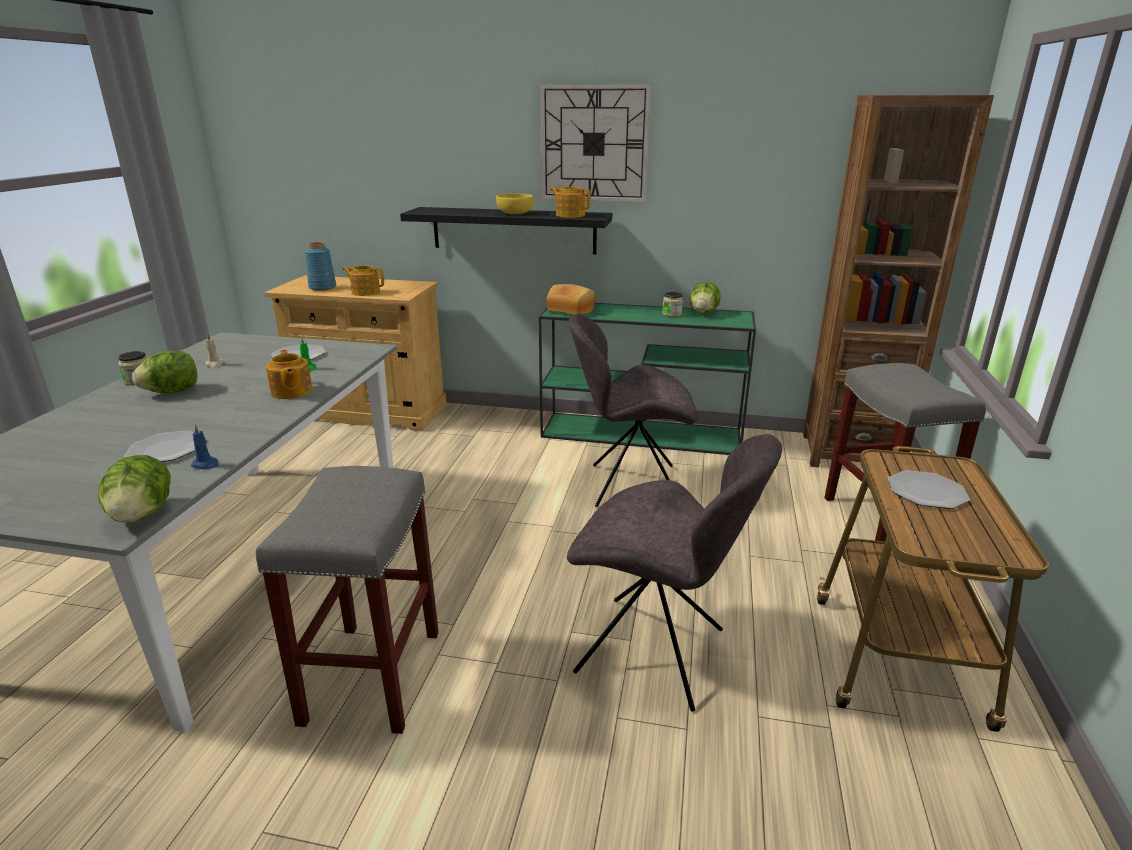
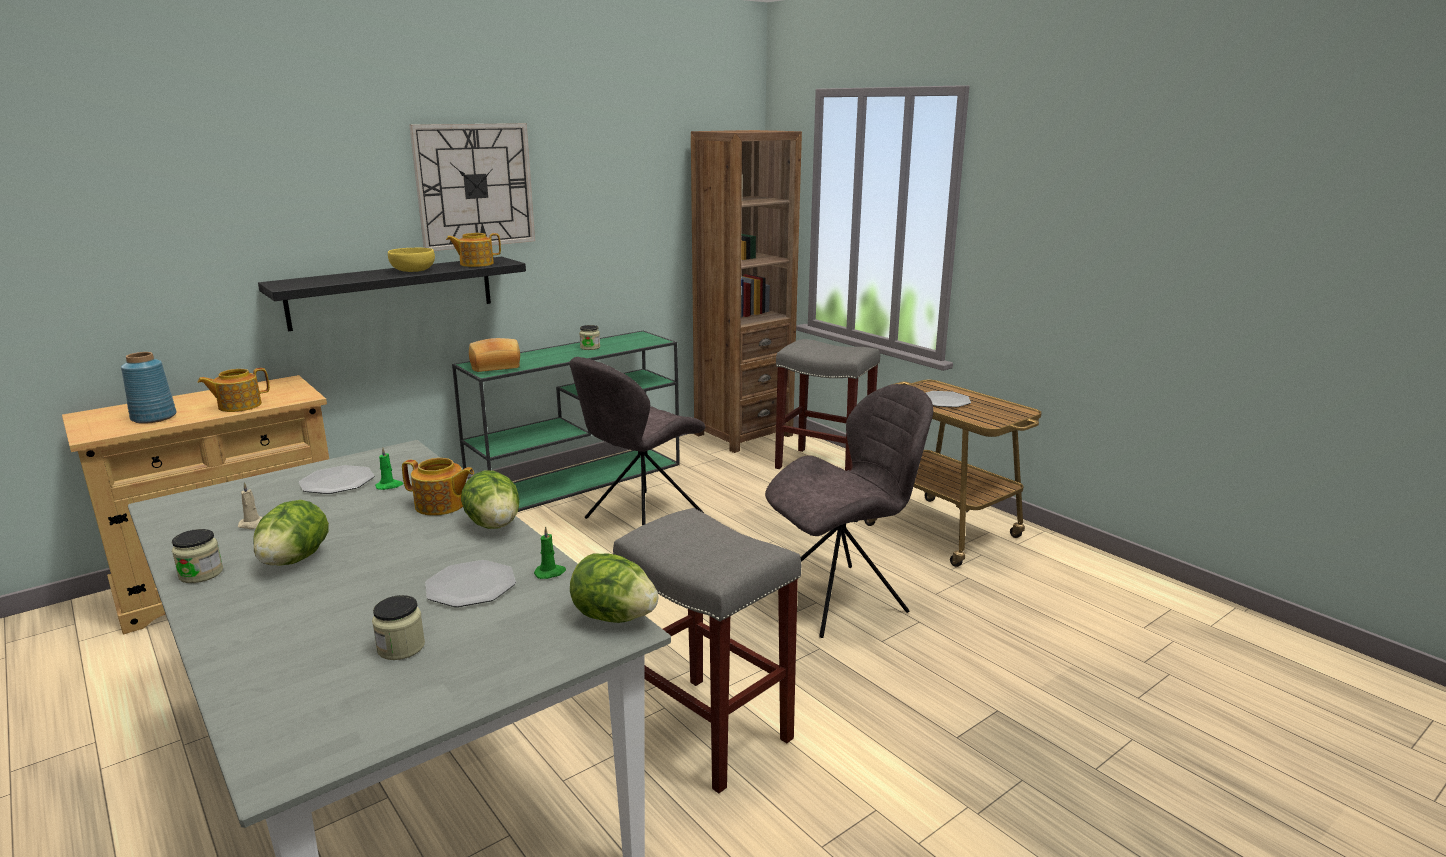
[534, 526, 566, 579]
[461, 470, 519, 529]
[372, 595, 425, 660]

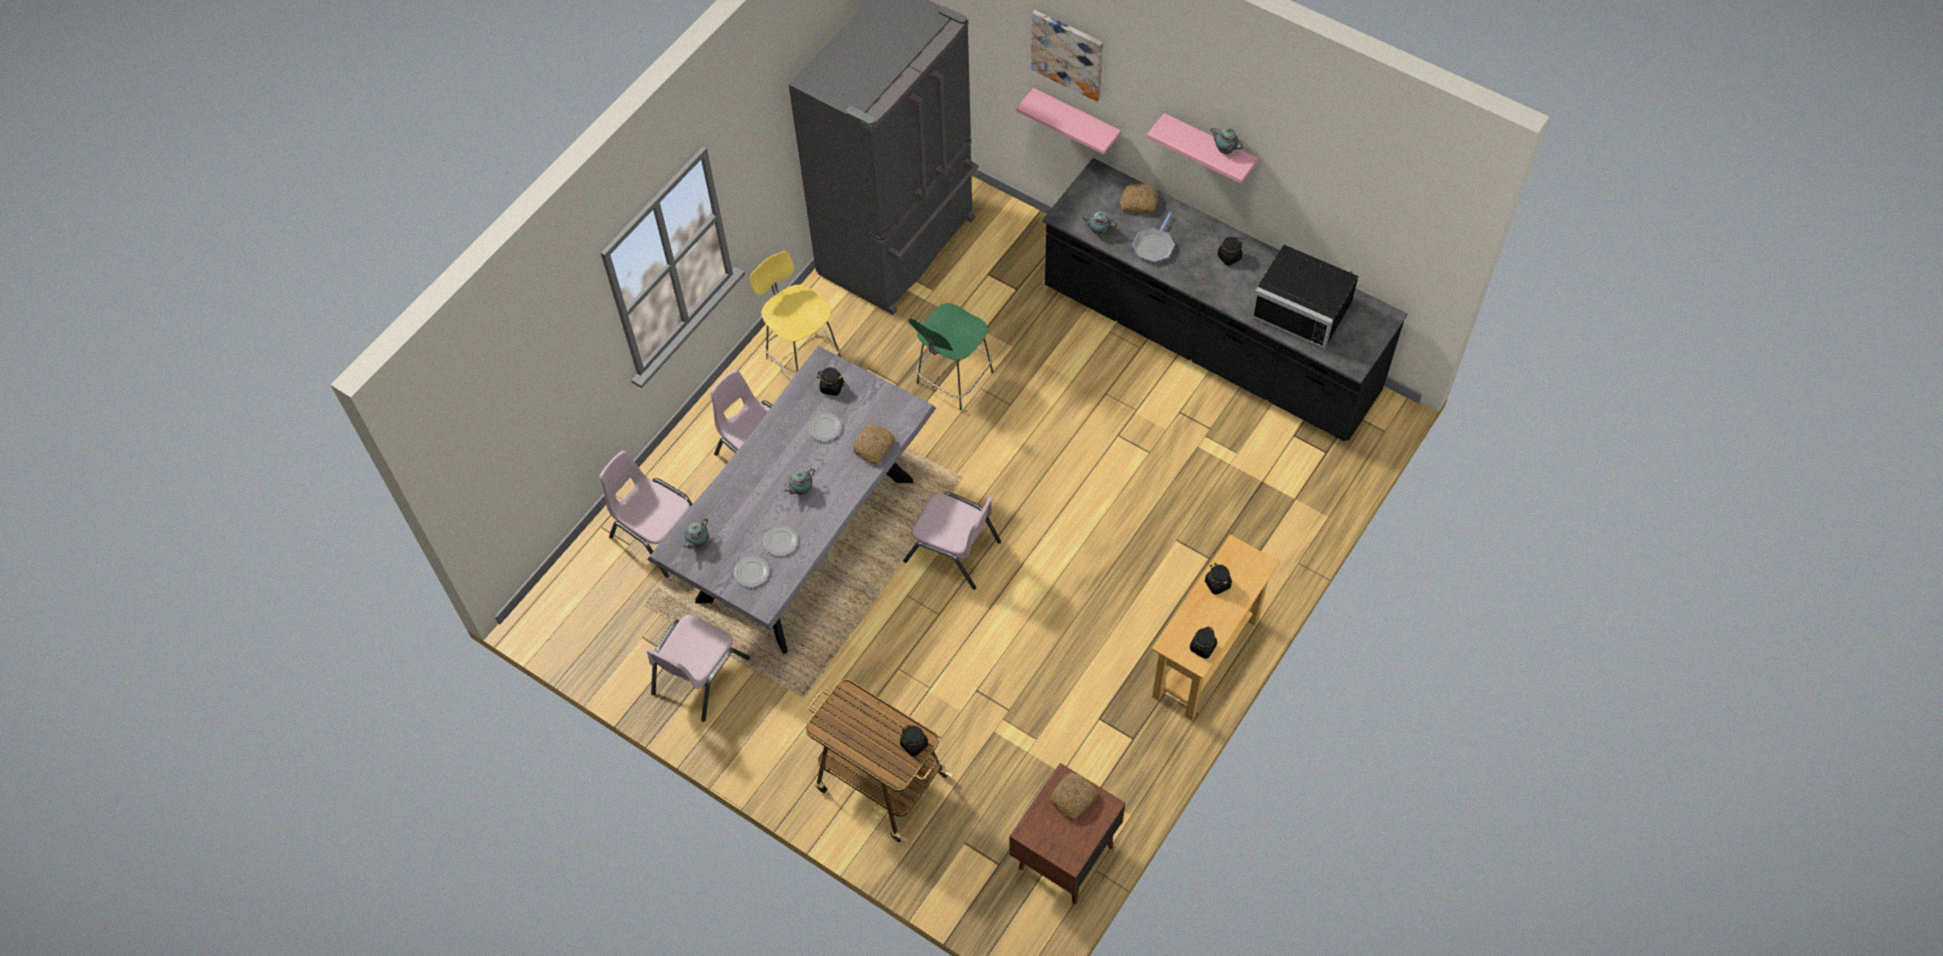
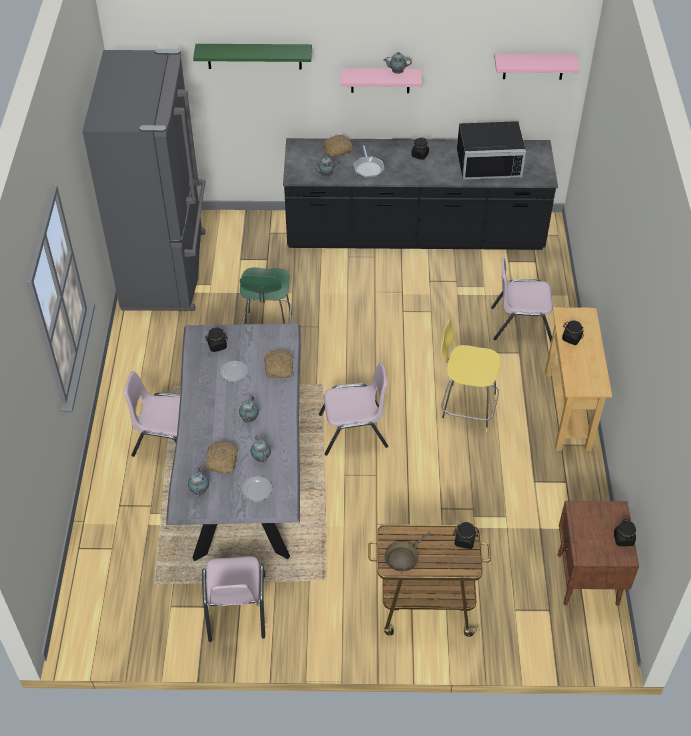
[491, 257, 553, 342]
[441, 319, 500, 432]
[251, 436, 271, 462]
[494, 54, 579, 80]
[193, 44, 312, 70]
[206, 442, 238, 474]
[614, 519, 636, 546]
[384, 532, 431, 571]

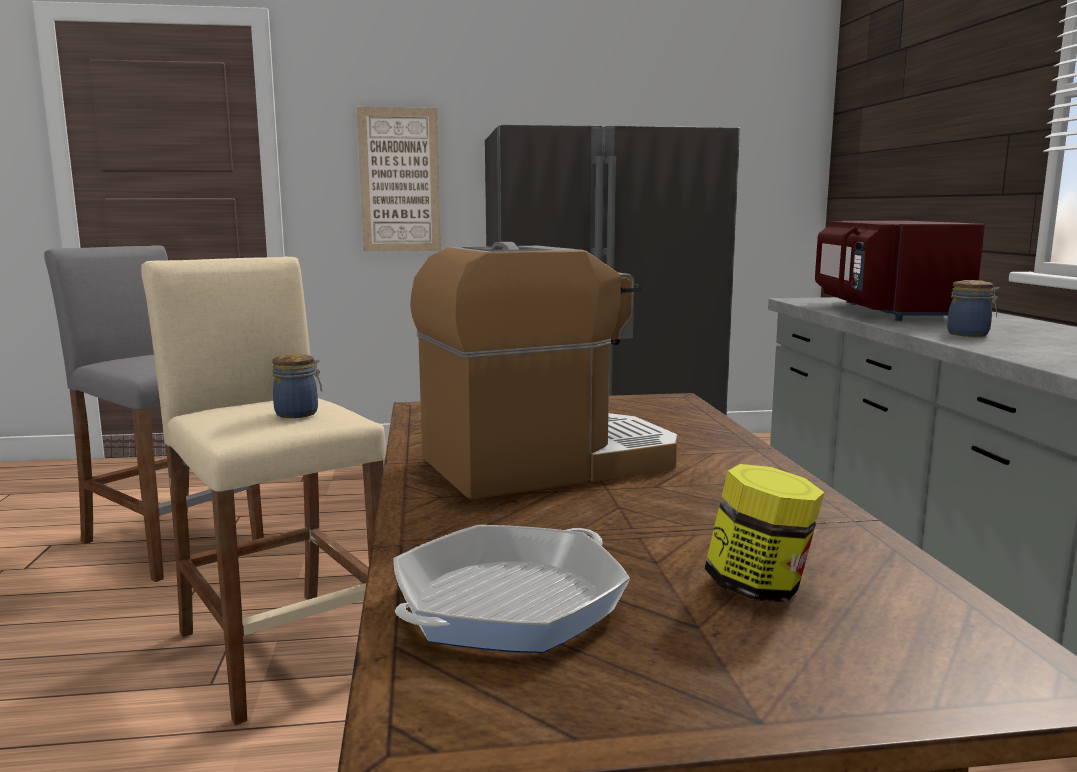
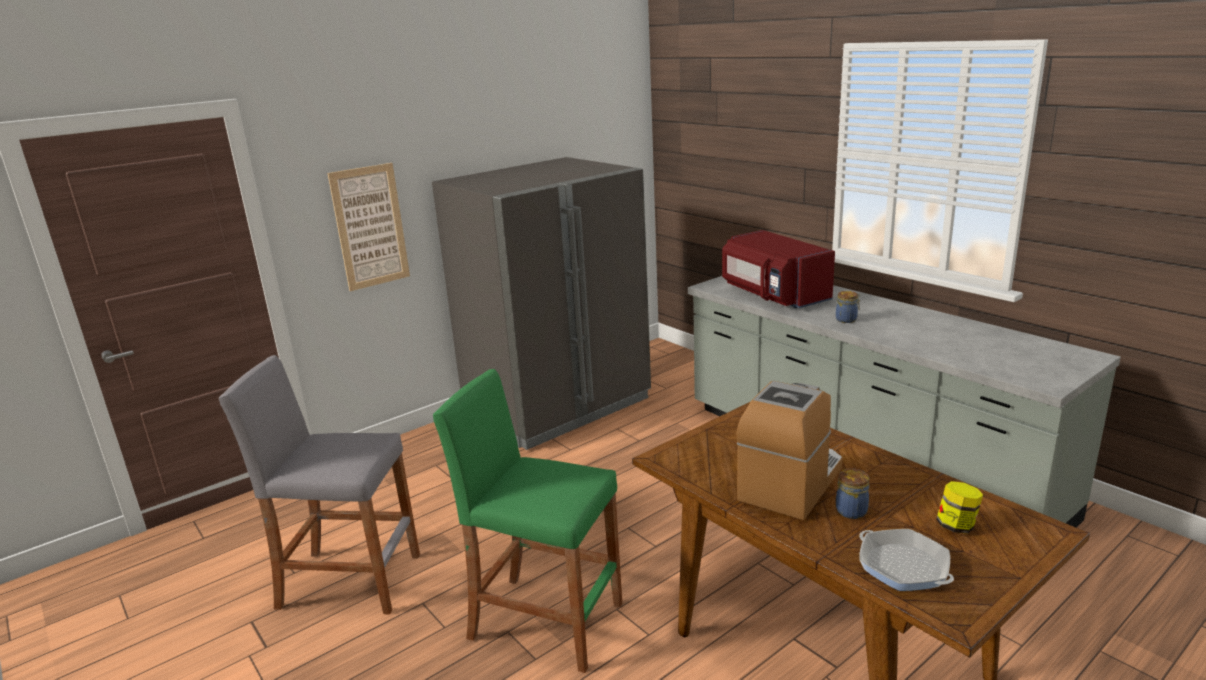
[433, 369, 622, 673]
[836, 468, 869, 519]
[859, 529, 954, 591]

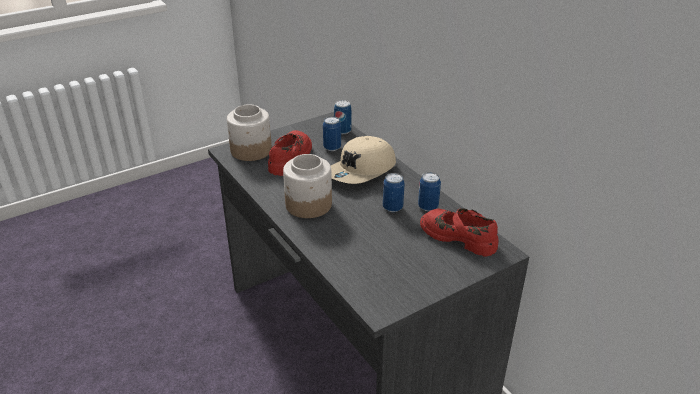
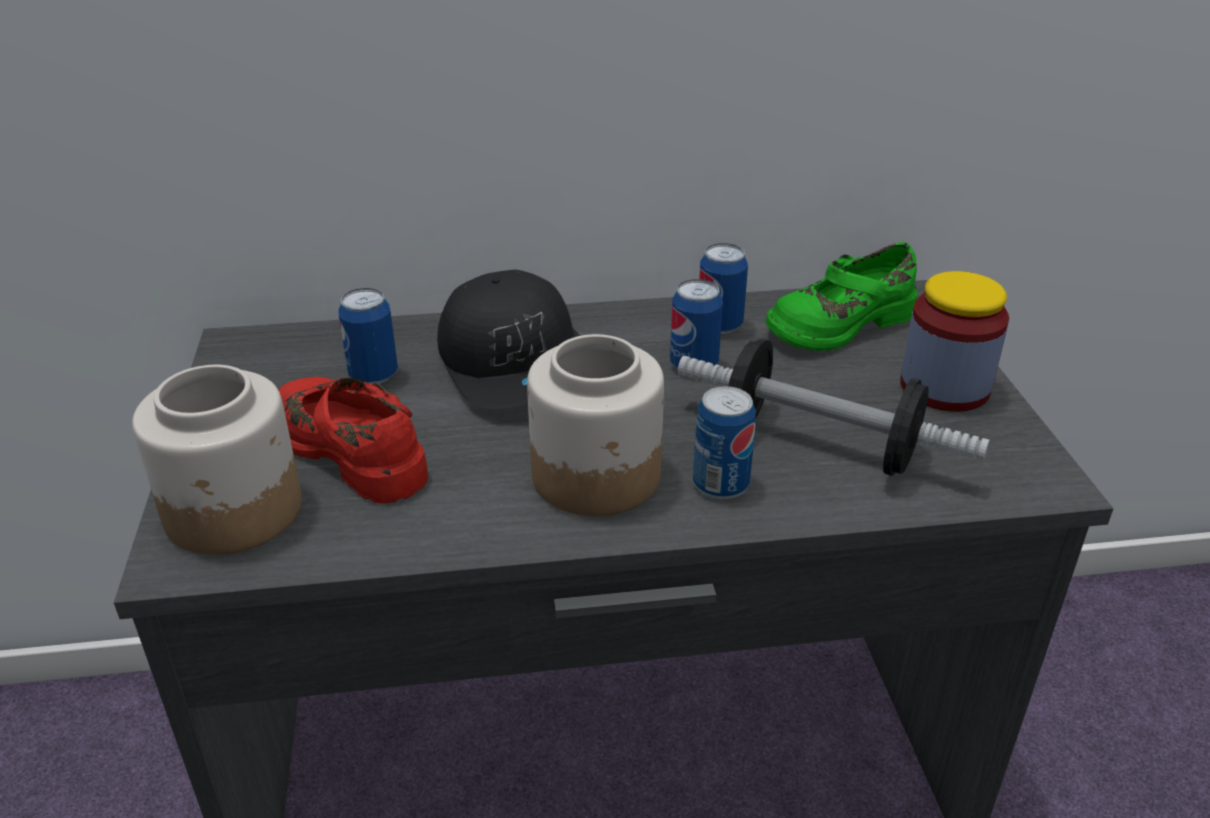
[437, 270, 580, 409]
[693, 386, 756, 499]
[765, 242, 918, 351]
[678, 339, 990, 476]
[900, 271, 1009, 412]

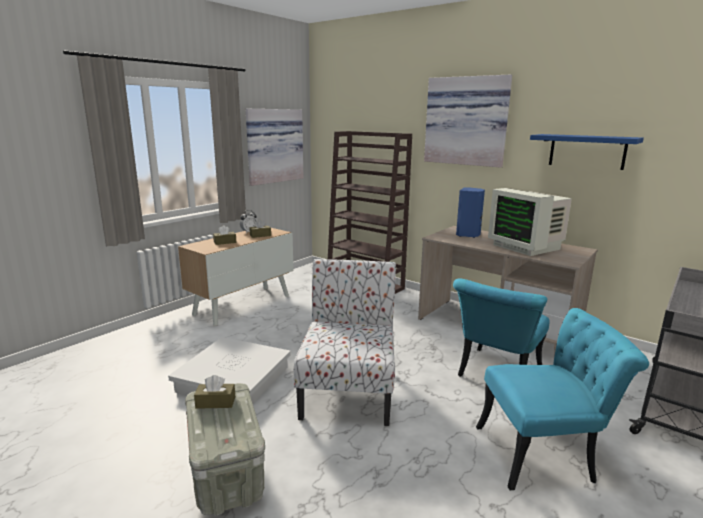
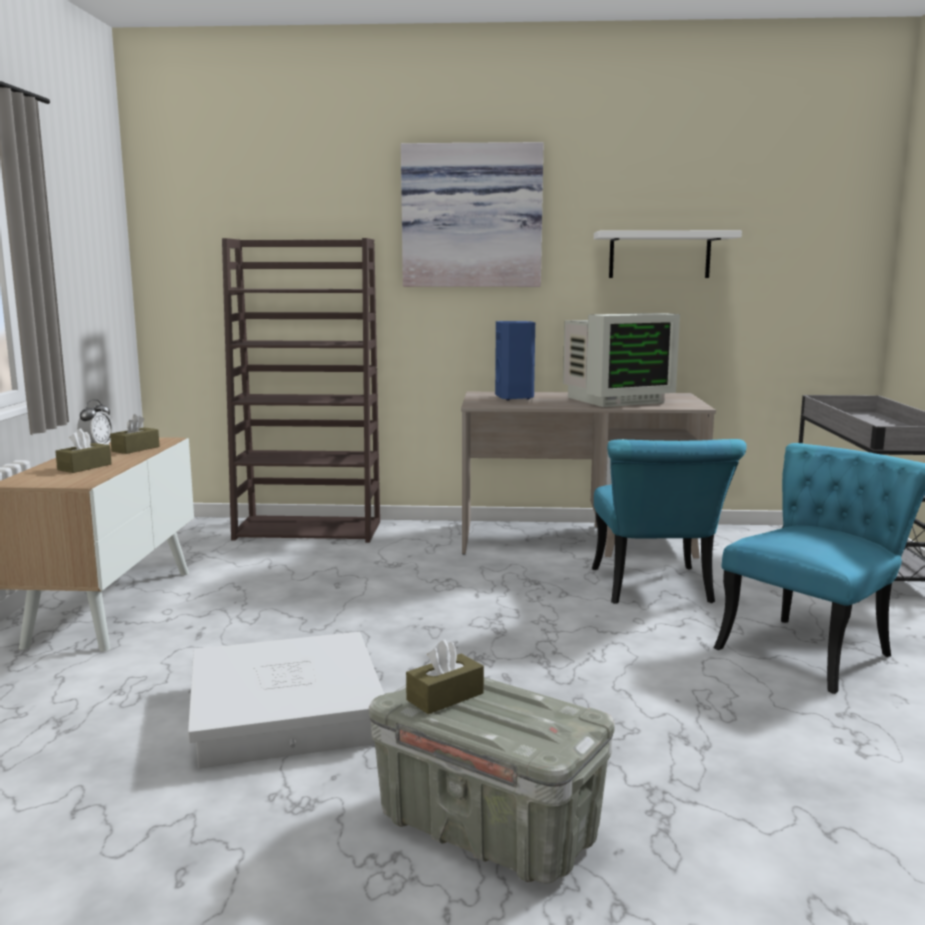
[246, 109, 303, 186] (first image)
[294, 259, 396, 426] (first image)
[563, 313, 680, 407]
[594, 230, 742, 278]

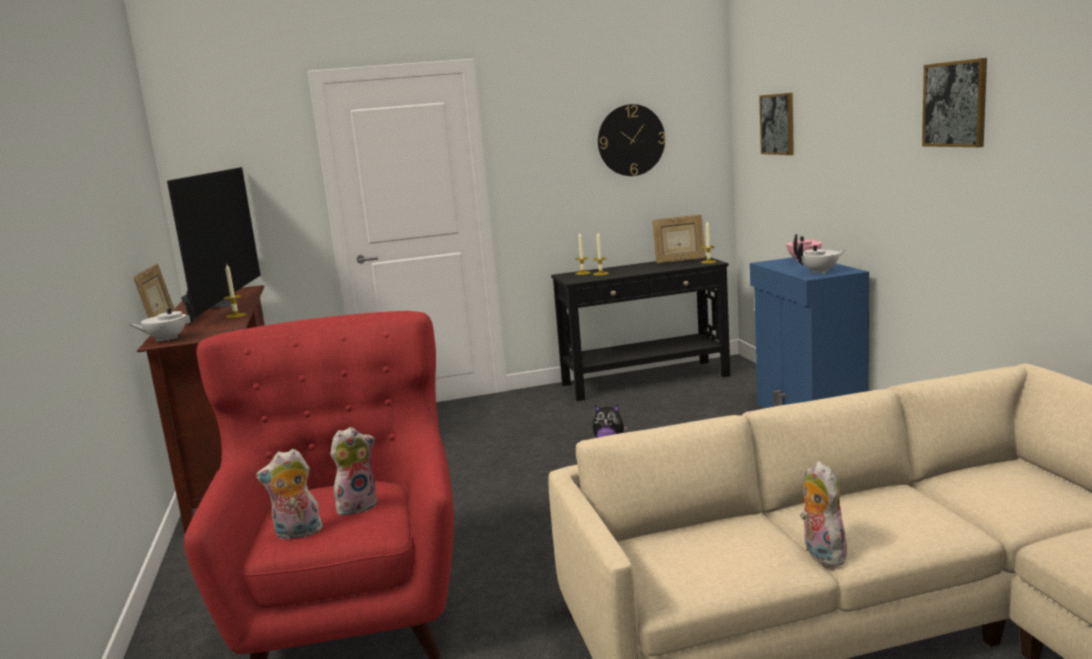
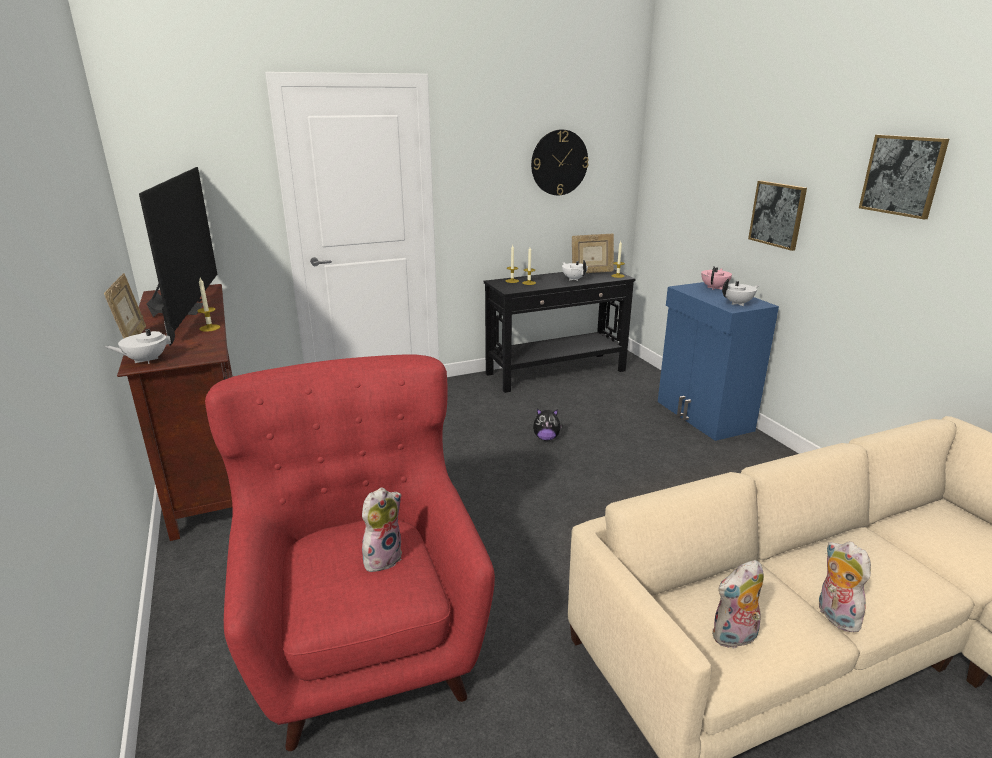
[712, 560, 764, 649]
[748, 181, 807, 251]
[562, 260, 588, 281]

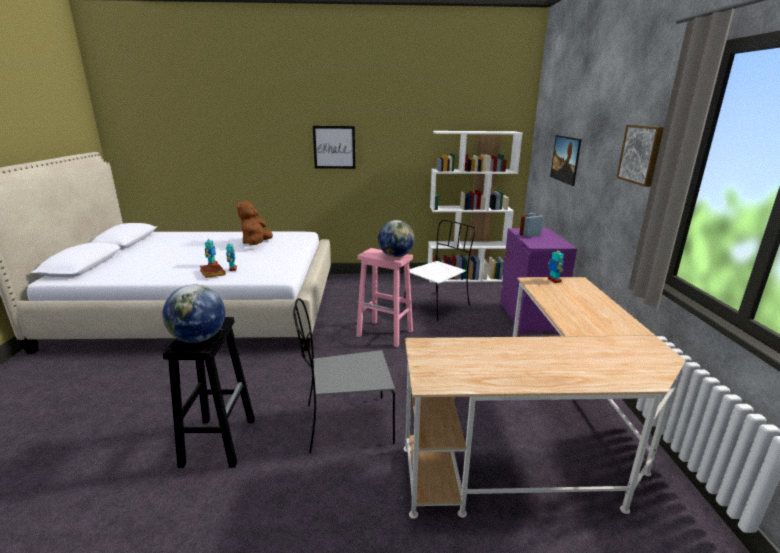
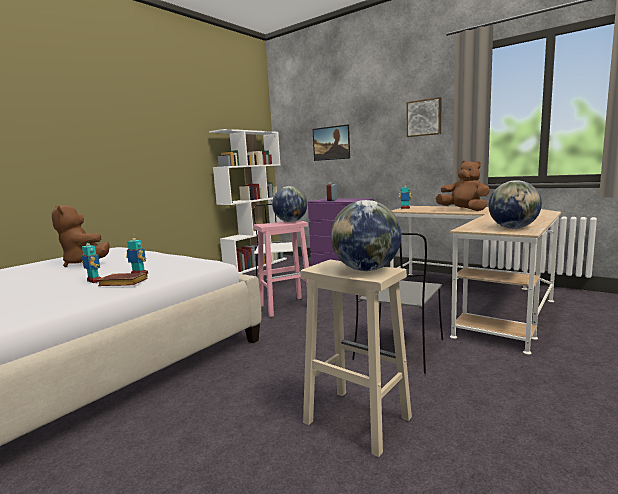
[301, 260, 412, 457]
[313, 126, 355, 169] (first image)
[435, 161, 490, 211]
[488, 180, 542, 229]

